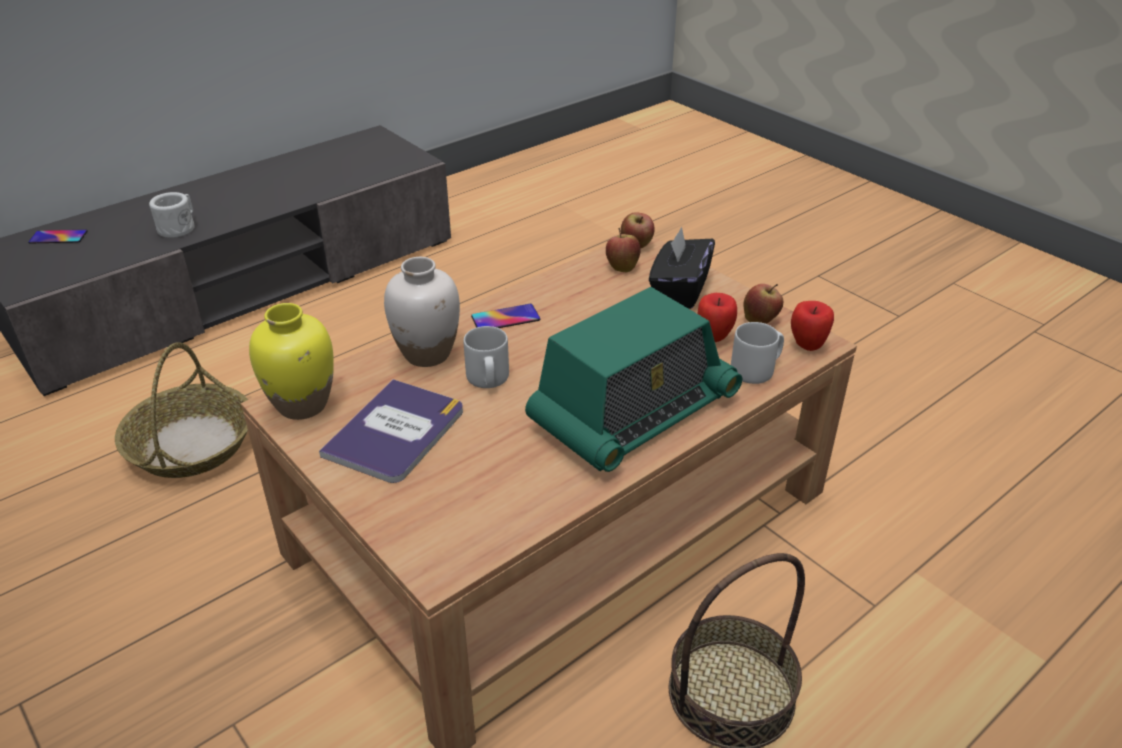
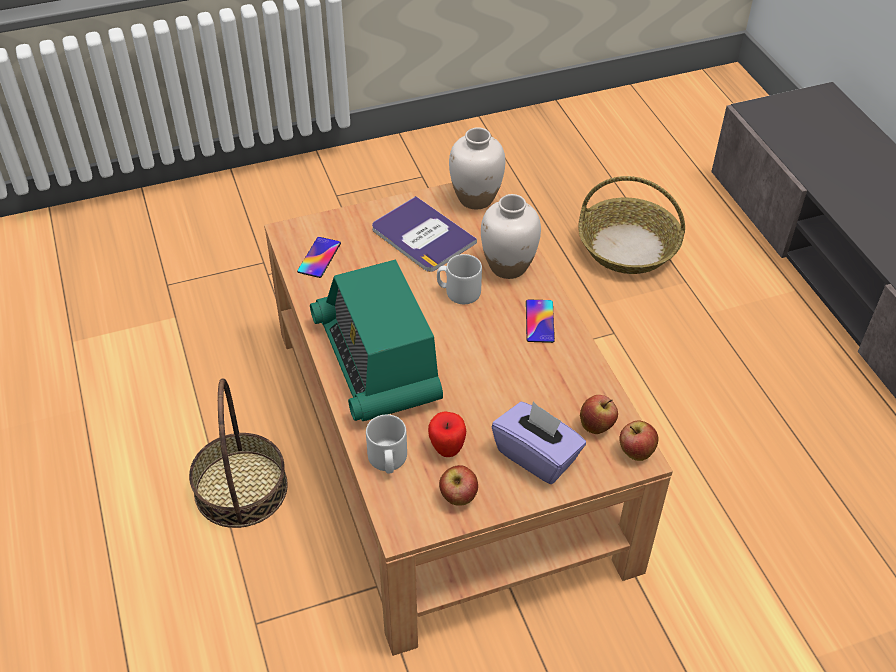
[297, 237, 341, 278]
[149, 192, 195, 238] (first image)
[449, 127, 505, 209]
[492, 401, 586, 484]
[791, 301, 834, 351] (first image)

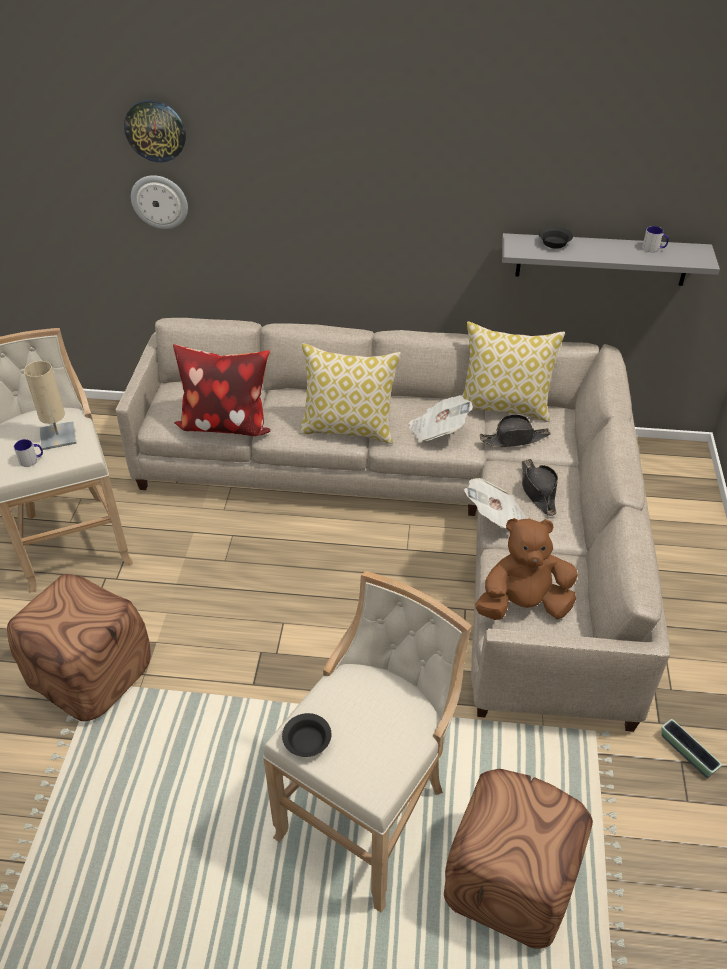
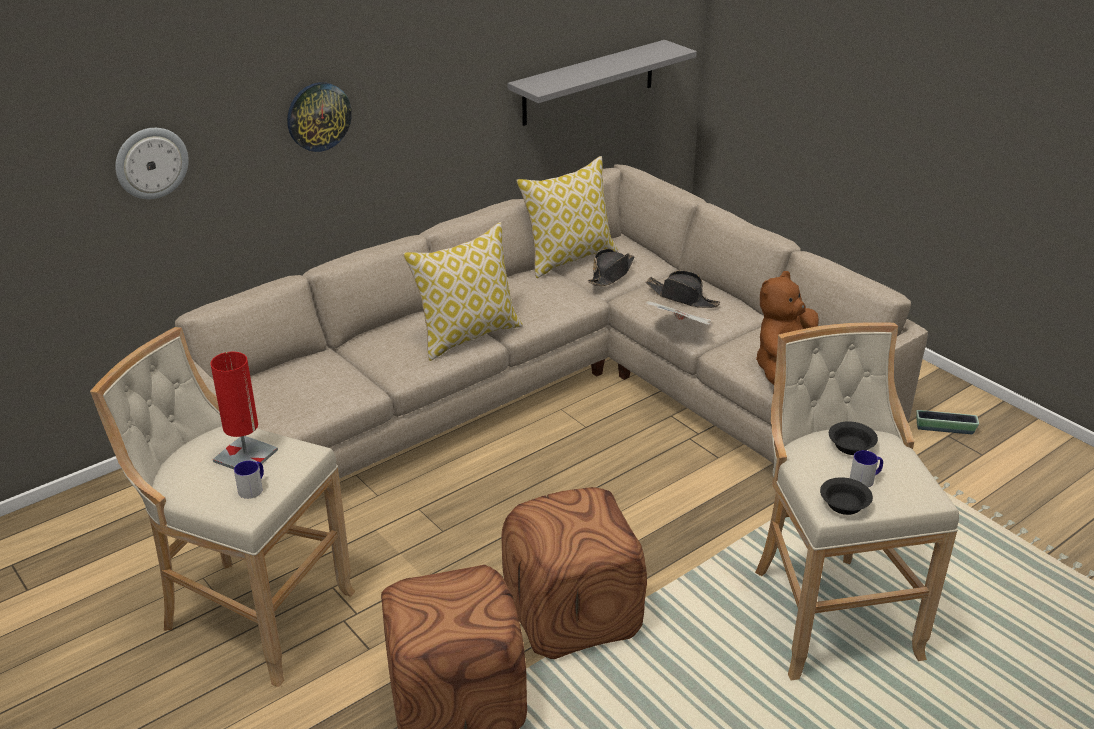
[210, 352, 278, 469]
[287, 82, 352, 152]
[173, 344, 271, 436] (first image)
[408, 395, 473, 442] (first image)
[502, 487, 647, 659]
[829, 421, 878, 455]
[850, 450, 883, 487]

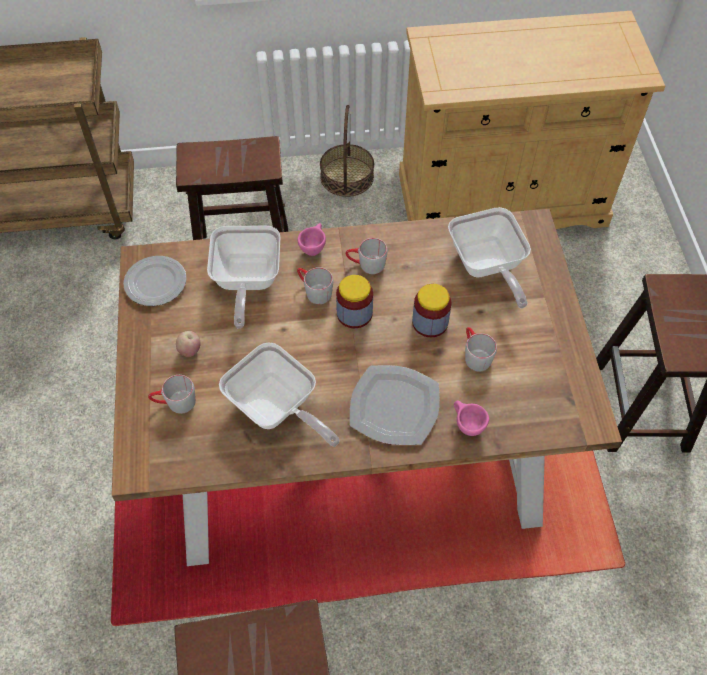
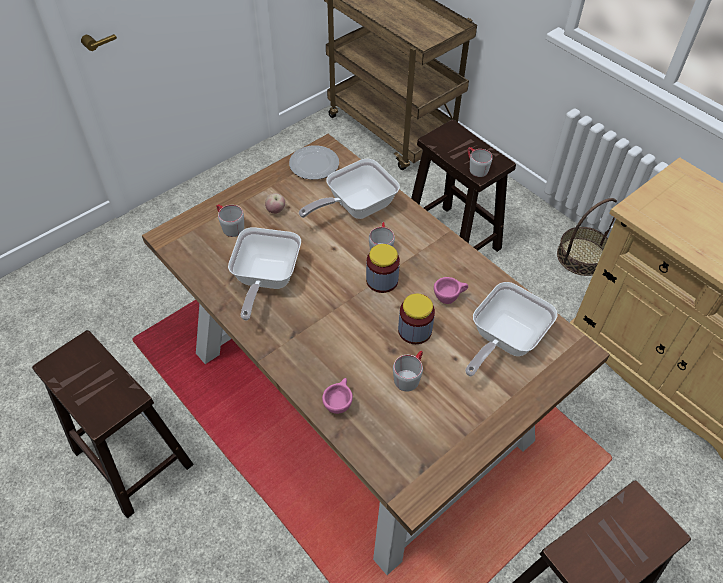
[434, 277, 468, 304]
[468, 147, 492, 177]
[350, 365, 440, 445] (first image)

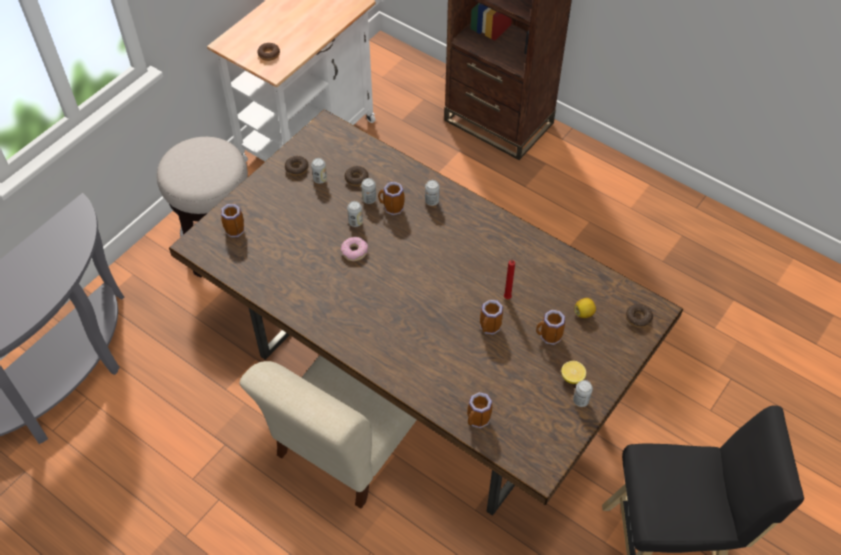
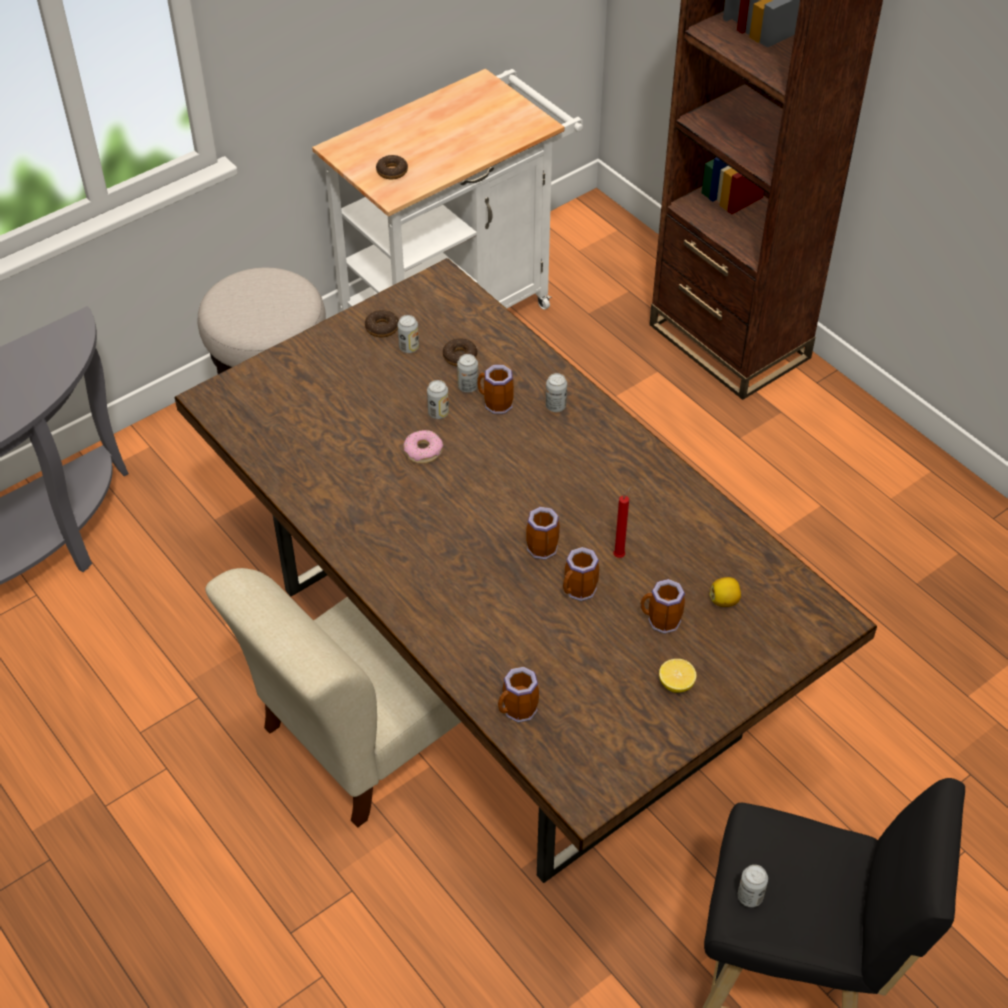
[526, 507, 560, 560]
[738, 865, 768, 907]
[626, 304, 653, 328] (first image)

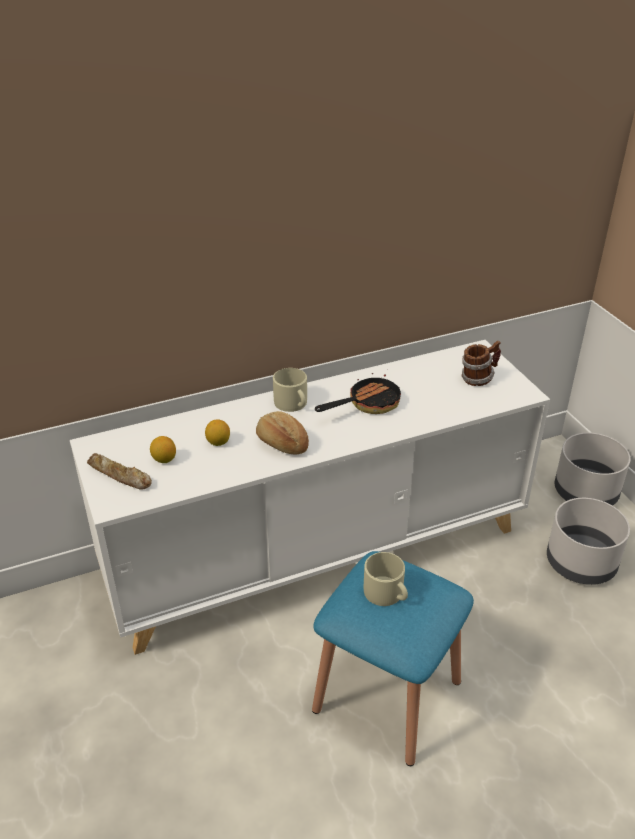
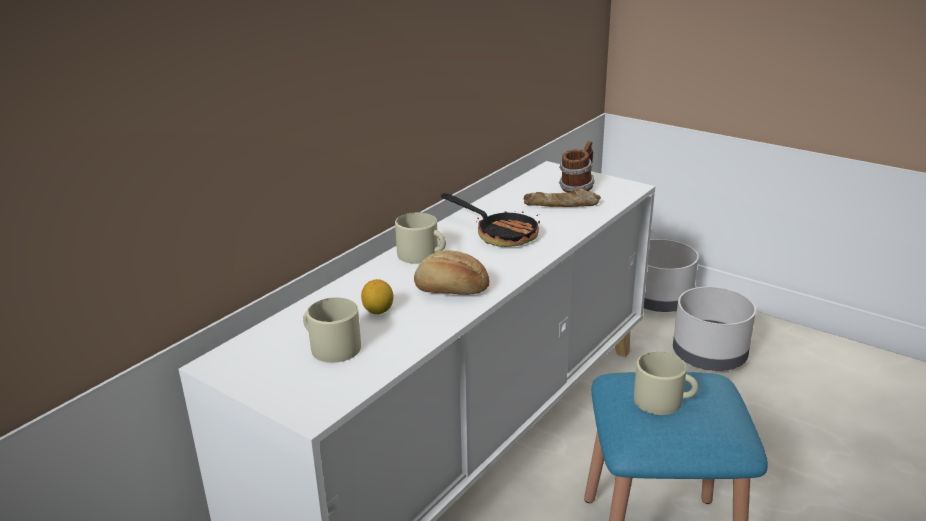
[524, 188, 601, 207]
[303, 298, 361, 363]
[441, 193, 540, 247]

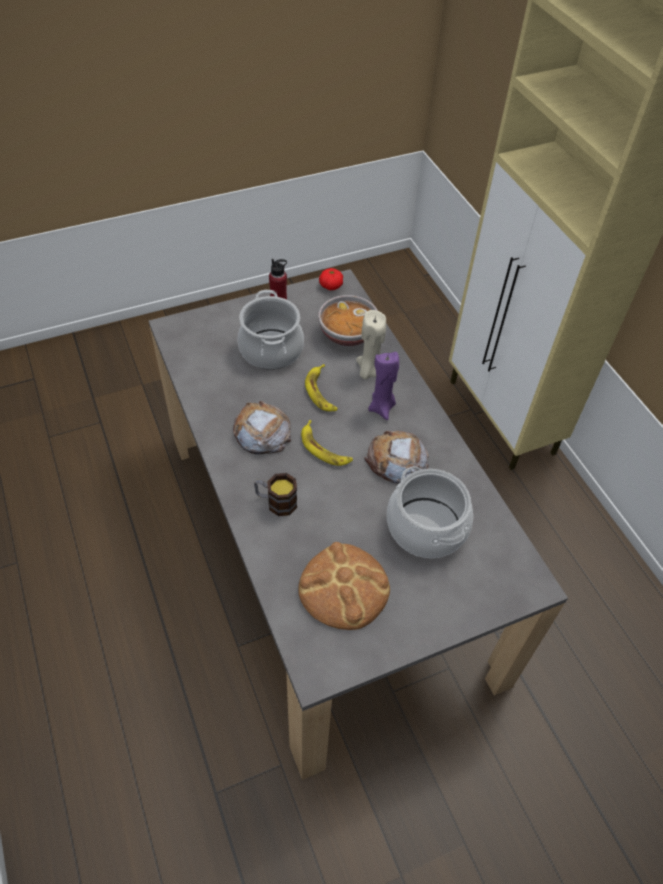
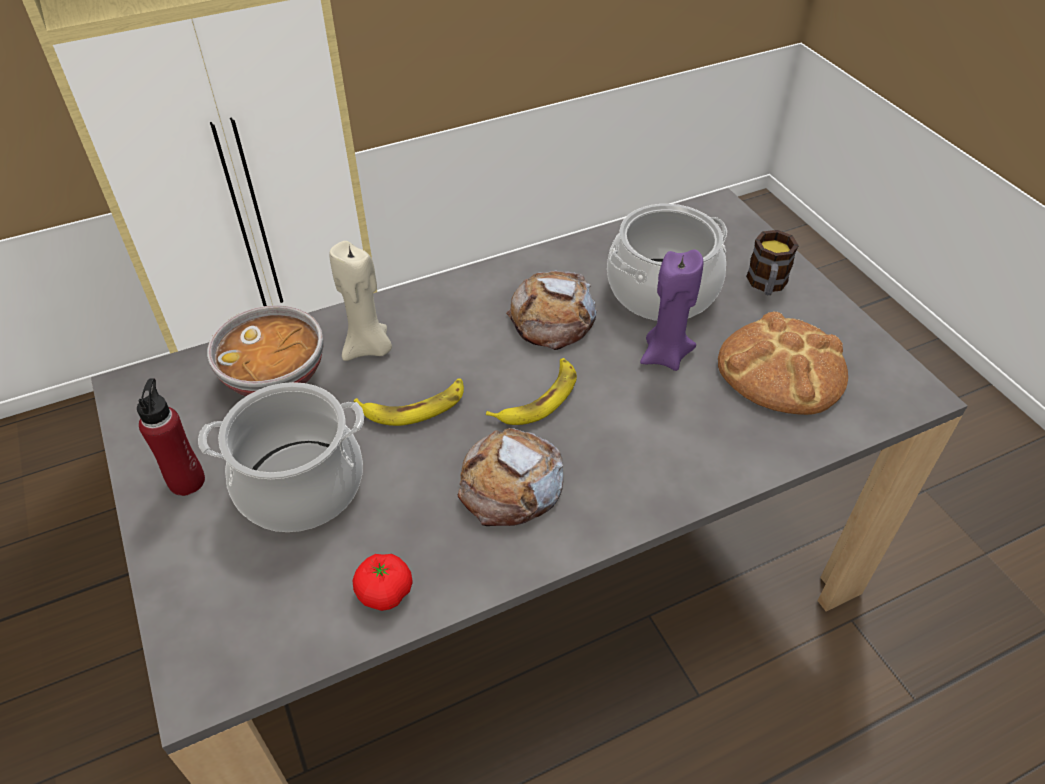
[746, 230, 799, 295]
[352, 554, 413, 611]
[640, 249, 703, 371]

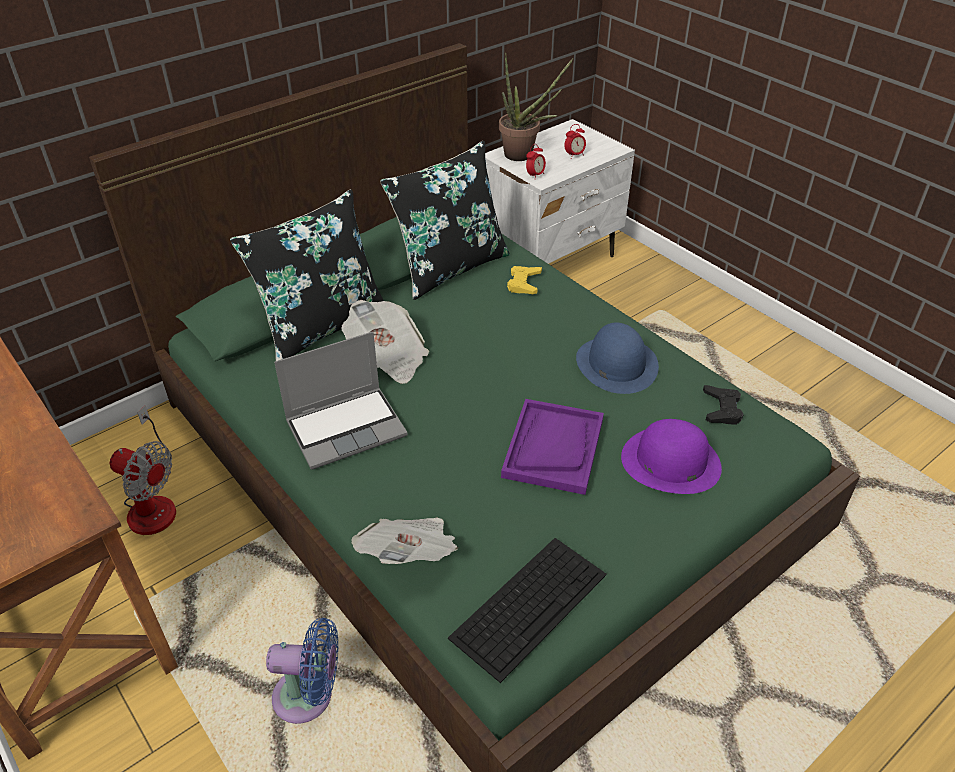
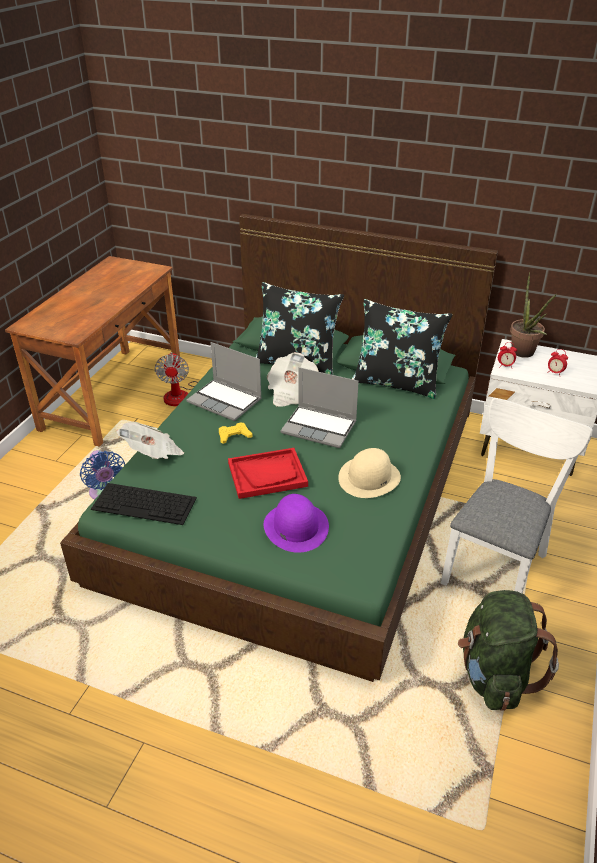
[228, 448, 308, 499]
[219, 423, 253, 444]
[338, 448, 401, 498]
[703, 385, 744, 425] (first image)
[281, 367, 359, 448]
[441, 398, 593, 594]
[458, 590, 559, 711]

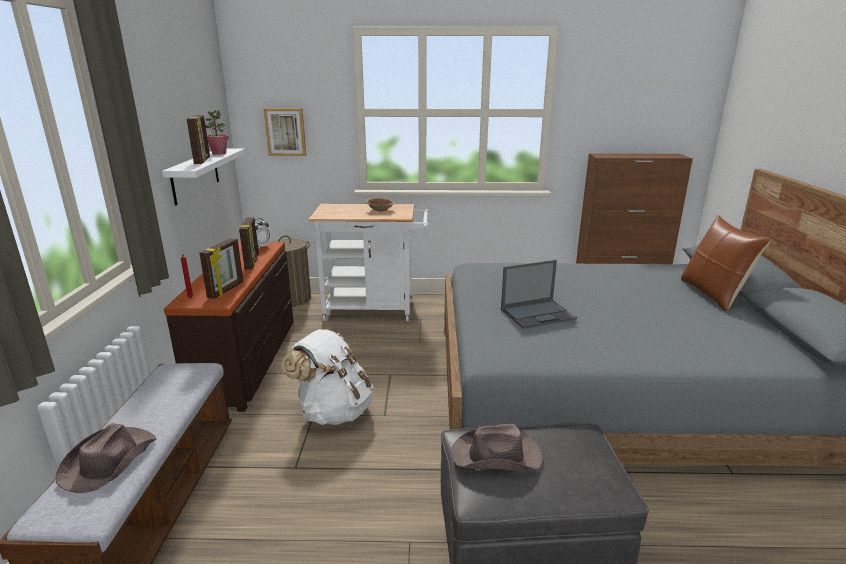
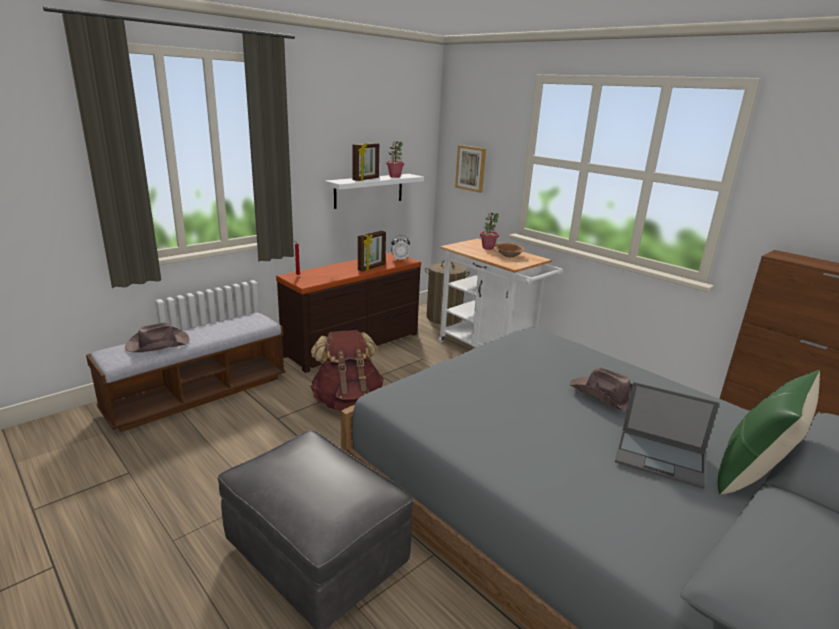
[199, 238, 243, 299] (first image)
[310, 330, 384, 411]
[569, 367, 633, 412]
[615, 382, 719, 489]
[718, 370, 820, 494]
[480, 212, 499, 250]

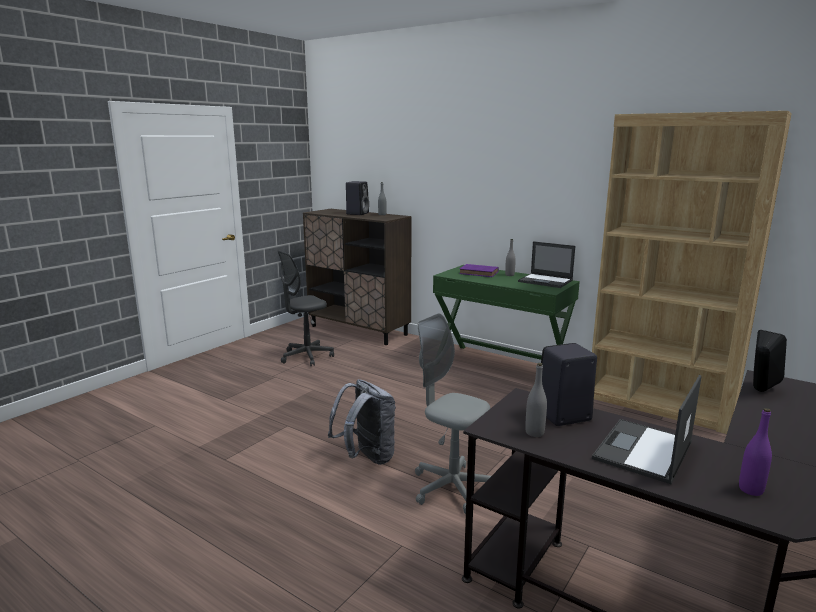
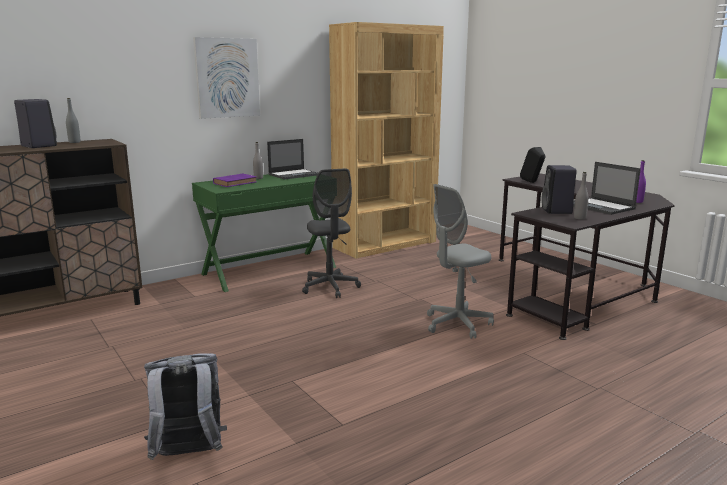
[302, 168, 361, 298]
[144, 353, 227, 460]
[193, 37, 260, 119]

